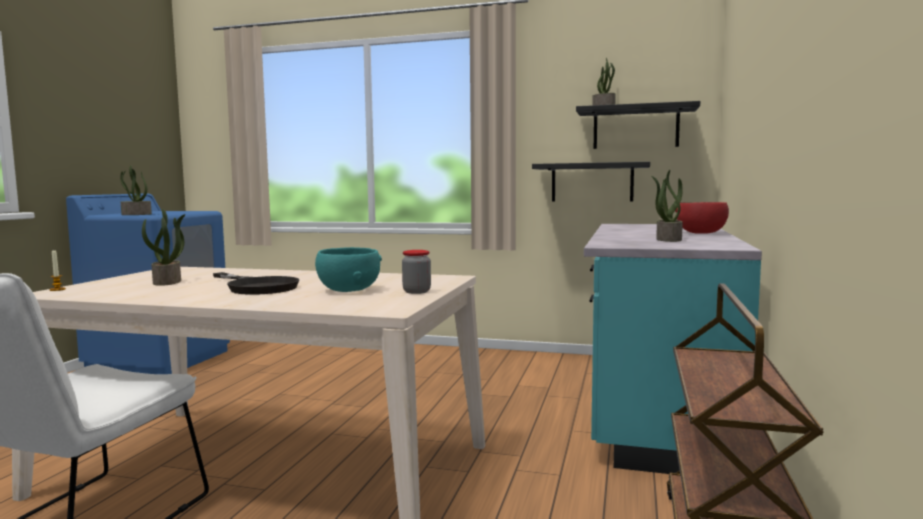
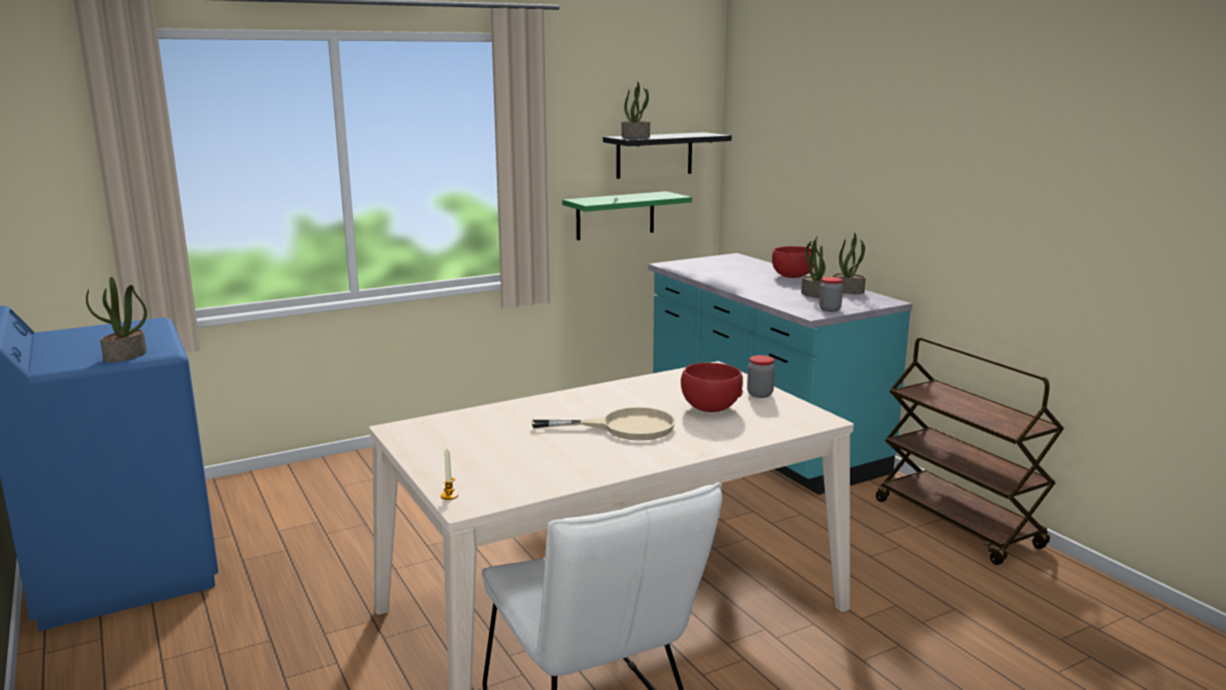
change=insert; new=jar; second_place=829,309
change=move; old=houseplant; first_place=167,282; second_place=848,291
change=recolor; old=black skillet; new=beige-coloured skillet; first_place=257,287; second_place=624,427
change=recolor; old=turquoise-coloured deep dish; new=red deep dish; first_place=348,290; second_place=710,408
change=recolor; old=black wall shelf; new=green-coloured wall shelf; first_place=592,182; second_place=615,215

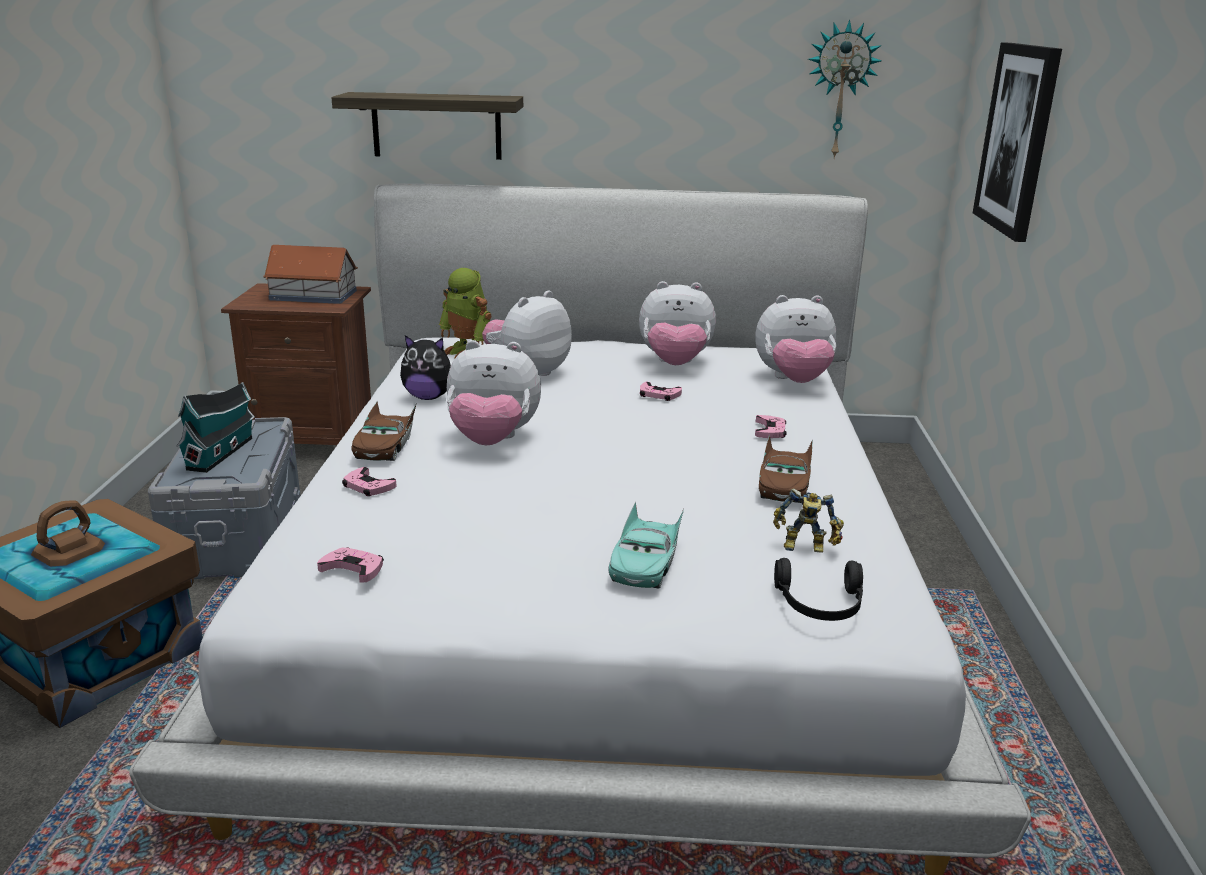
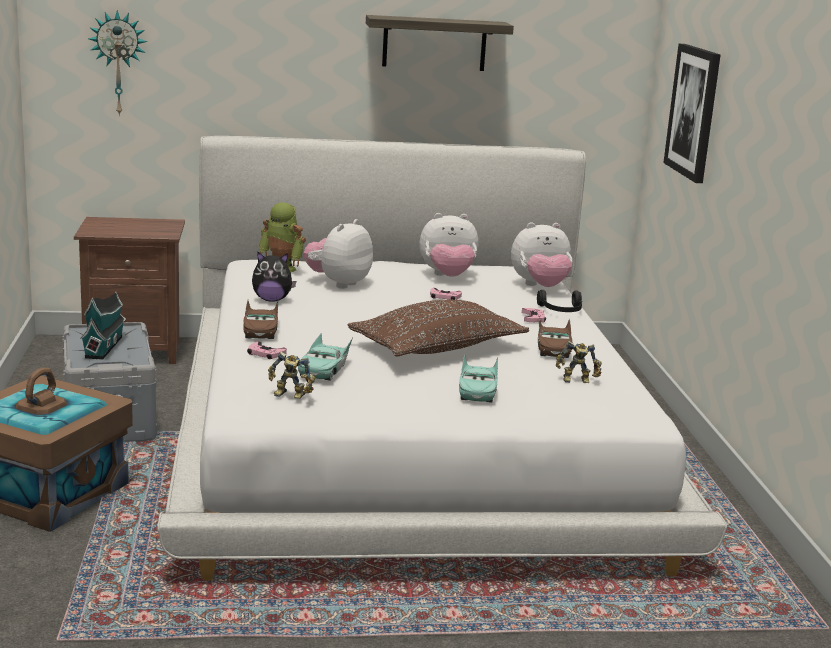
change=delete; old=toy house; first_place=312,295
change=delete; old=cuddly toy; first_place=492,441
change=insert; new=turquoise-coloured miniature car; second_place=324,369
change=insert; new=brown-coloured cushion; second_place=437,348
change=move; old=wall shelf; first_place=436,126; second_place=434,43
change=move; old=black headphones; first_place=820,605; second_place=561,310
change=move; old=hanging clock; first_place=840,90; second_place=118,63
change=replace; old=pink-coloured gamepad; new=toy robot; first_place=353,569; second_place=290,396

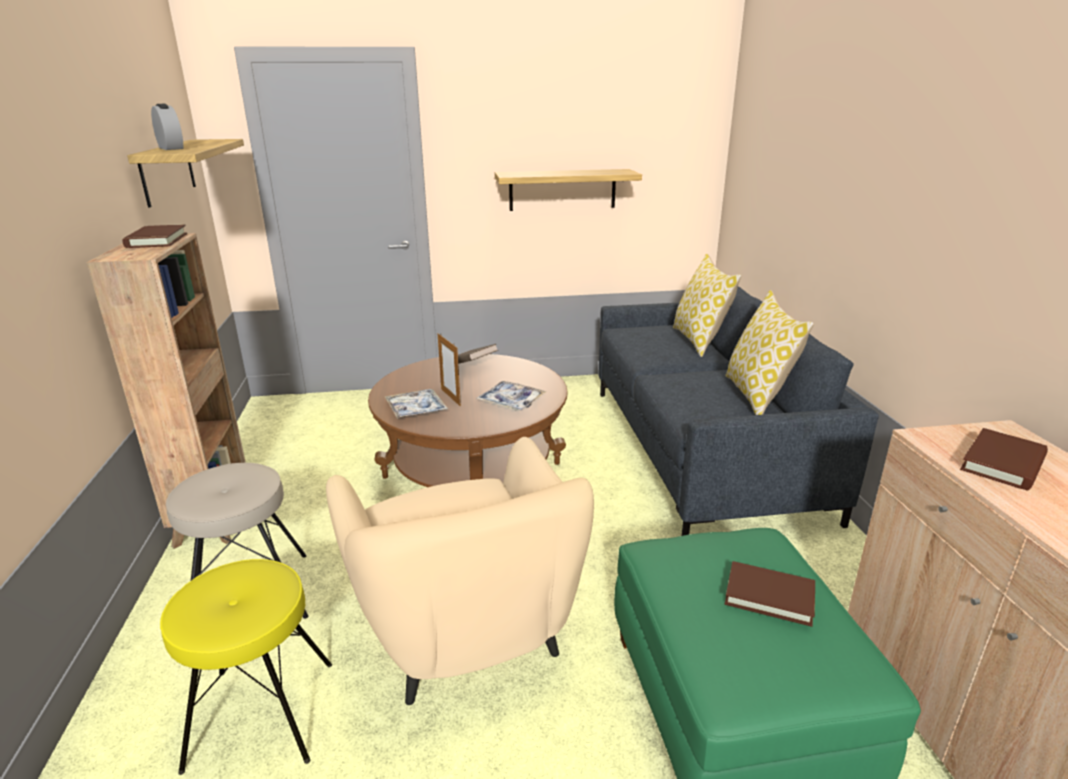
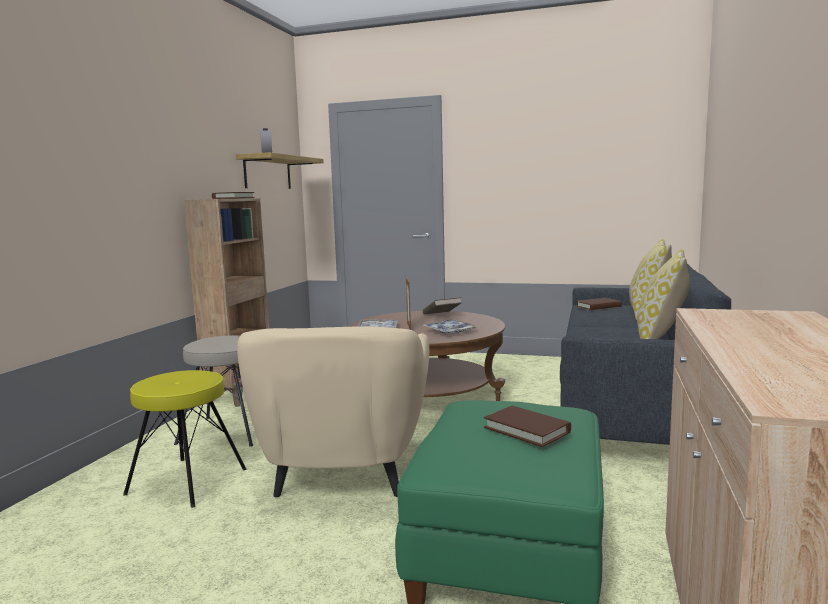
change=delete; old=wall shelf; first_place=562,190
change=move; old=brown-coloured volume; first_place=1003,463; second_place=598,306

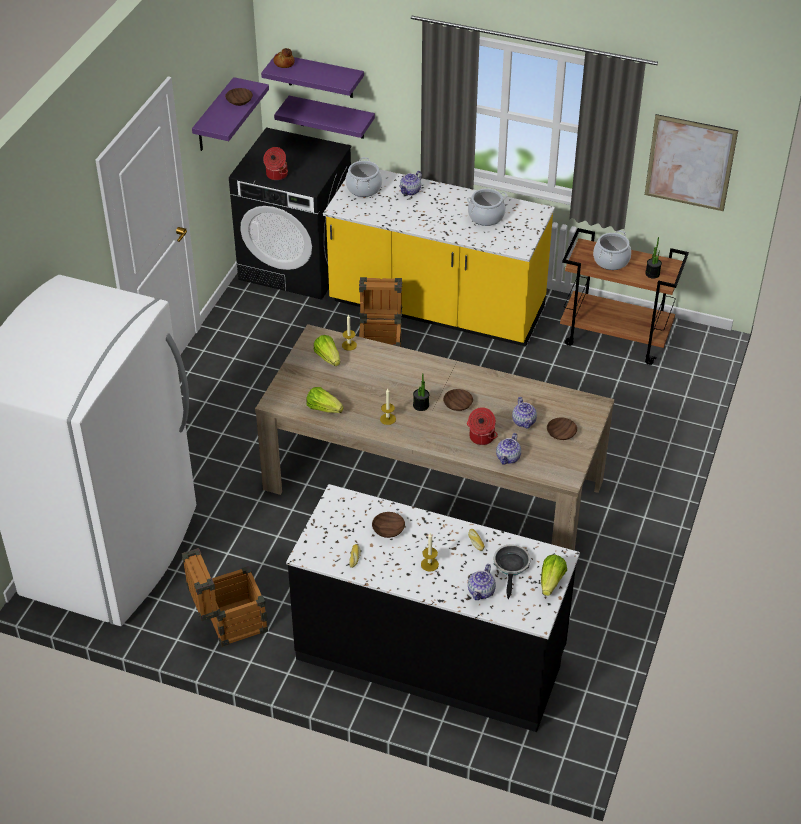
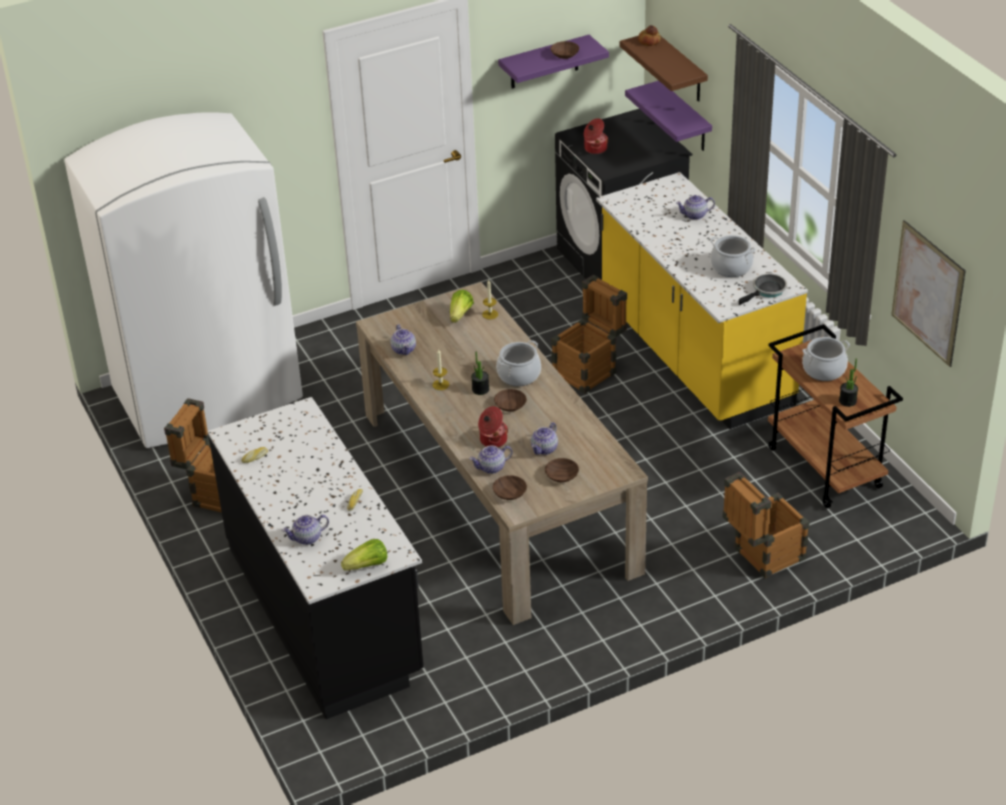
change=delete; old=wax candle; first_place=429,564
change=insert; new=shipping crate; second_place=762,556
change=move; old=saucepot; first_place=363,188; second_place=518,375
change=move; old=brown-coloured deep dish; first_place=389,529; second_place=510,493
change=move; old=skillet; first_place=511,567; second_place=767,291
change=replace; old=head of lettuce; new=tea pot; first_place=323,408; second_place=404,350
change=recolor; old=purplish wall shelf; new=brown-coloured wall shelf; first_place=320,76; second_place=680,68

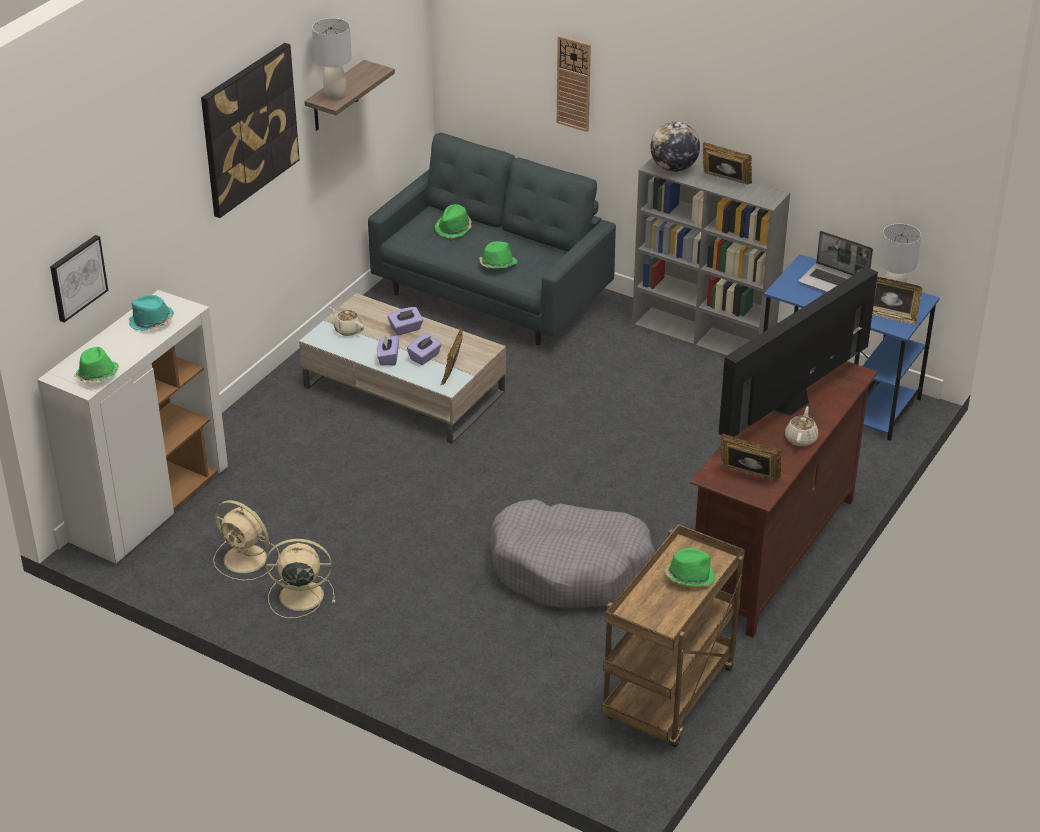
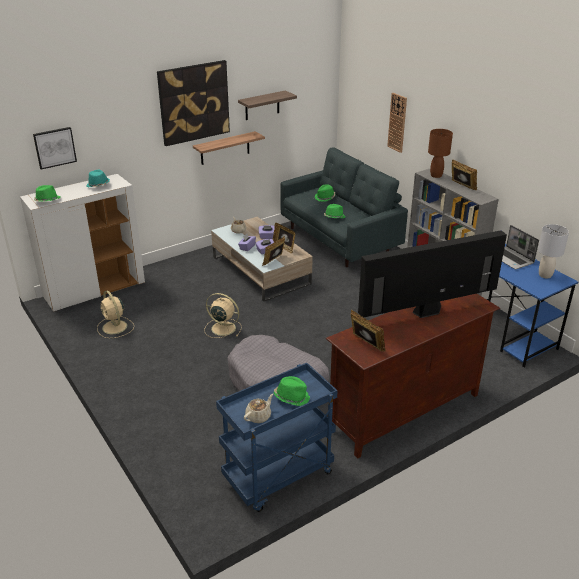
change=delete; old=gray tabletop lamp; first_place=335,96
change=insert; new=wall shelf; second_place=225,148
change=move; old=beige-coloured fan; first_place=299,596; second_place=222,328
change=move; old=beige-coloured tea pot; first_place=801,438; second_place=258,416
change=move; old=photo frame; first_place=890,316; second_place=284,247
change=replace; old=desk globe; new=brown-coloured tabletop lamp; first_place=674,168; second_place=436,175
change=recolor; old=brown-coloured trolley; new=blue-coloured trolley; first_place=669,697; second_place=278,478

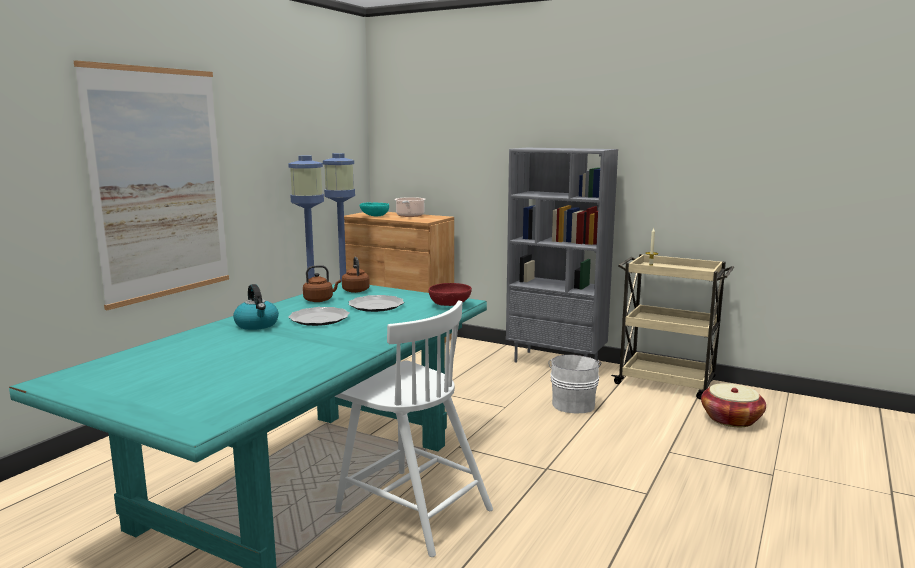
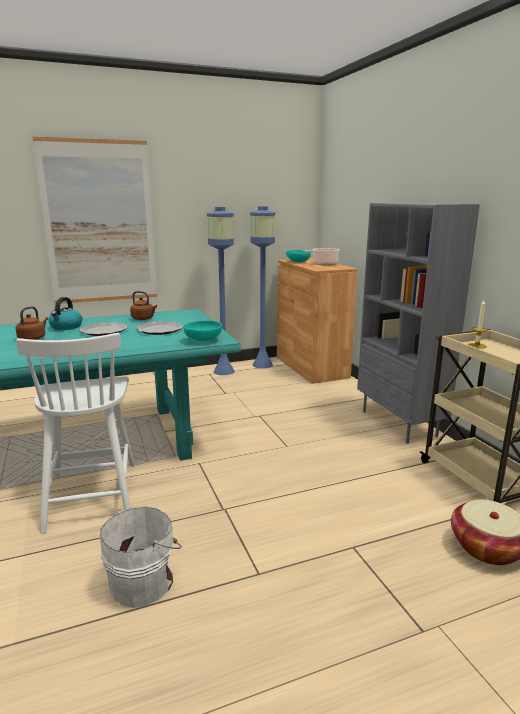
change=move; old=brown-coloured tea kettle; first_place=355,290; second_place=33,338
change=move; old=whitish pail; first_place=573,404; second_place=144,581
change=recolor; old=red deep dish; new=turquoise-coloured deep dish; first_place=450,305; second_place=203,340

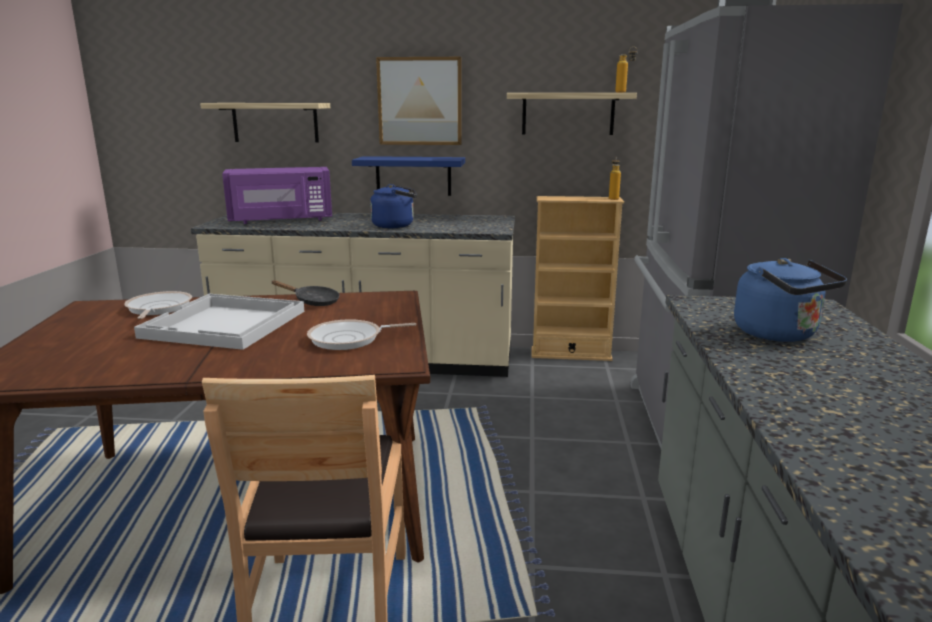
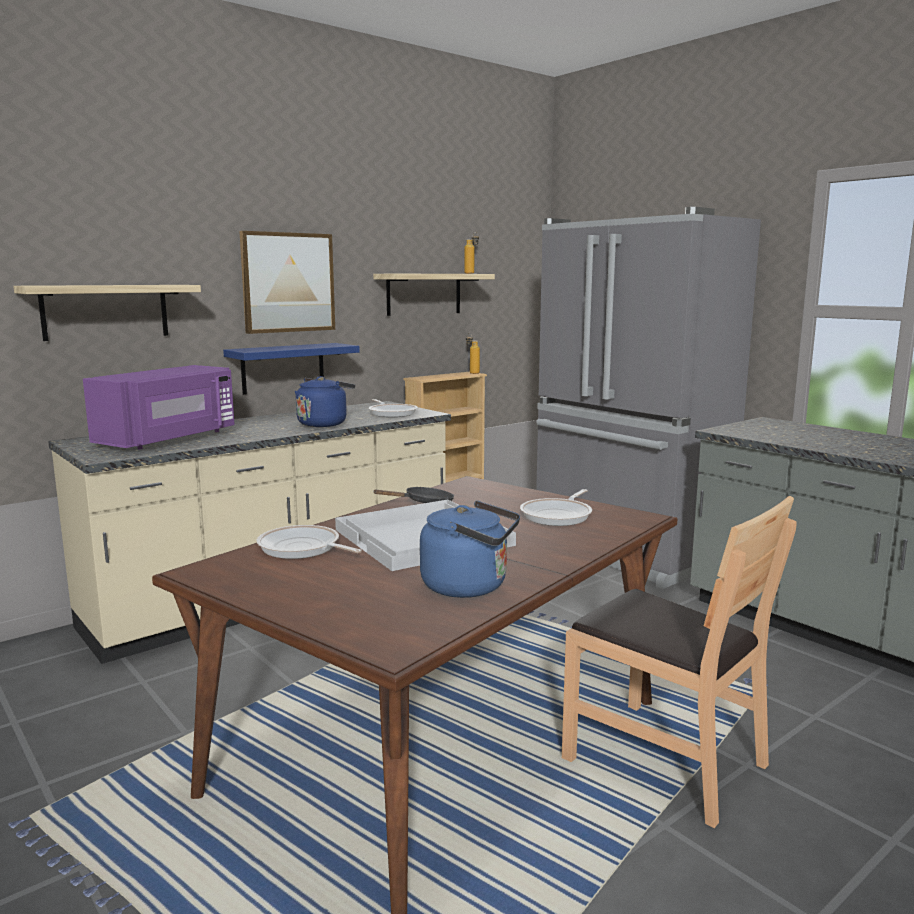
change=insert; new=skillet; second_place=392,413
change=move; old=blue-coloured tea kettle; first_place=779,334; second_place=470,586

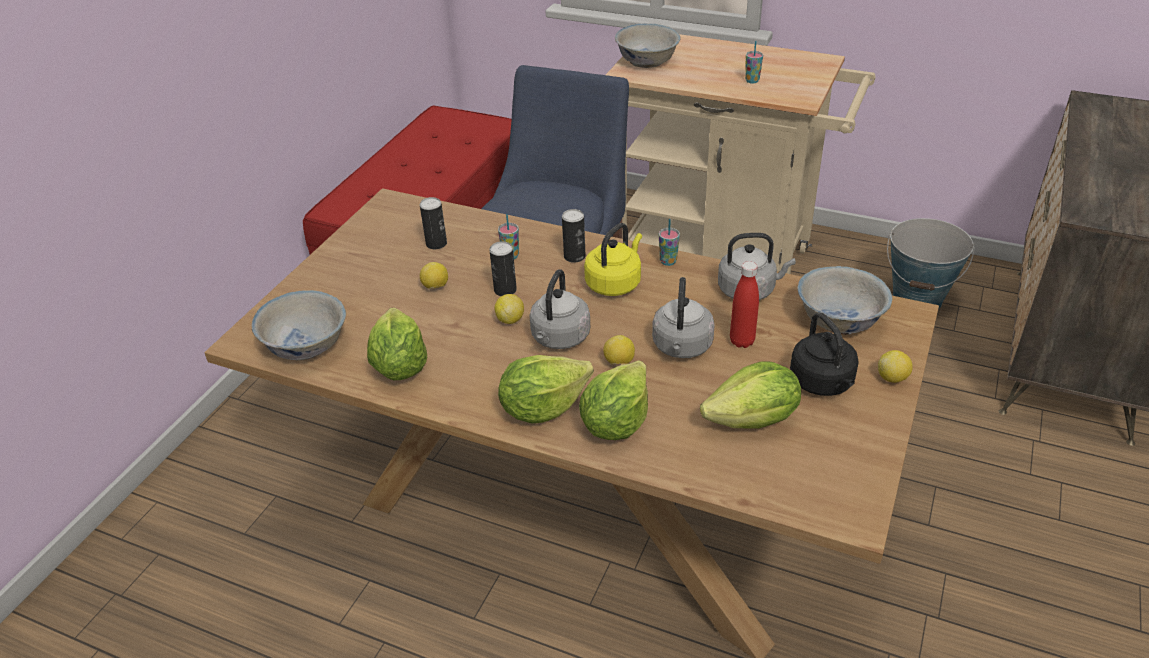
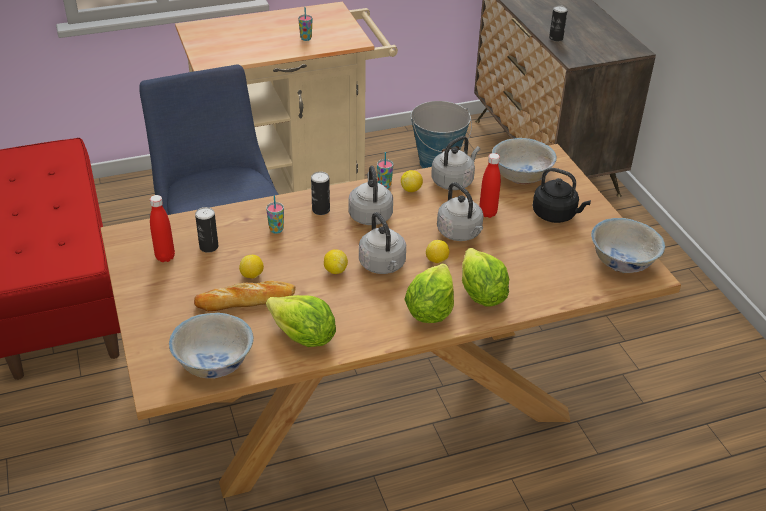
change=delete; old=head of lettuce; first_place=753,421
change=insert; new=red drink bottle; second_place=165,257
change=insert; new=bread; second_place=246,300
change=move; old=metal can; first_place=505,290; second_place=556,38
change=move; old=whitish deep dish; first_place=646,61; second_place=622,261
change=move; old=whole lemon; first_place=892,378; second_place=411,189
change=recolor; old=yellow-coloured tea kettle; new=gray tea kettle; first_place=615,283; second_place=370,214

